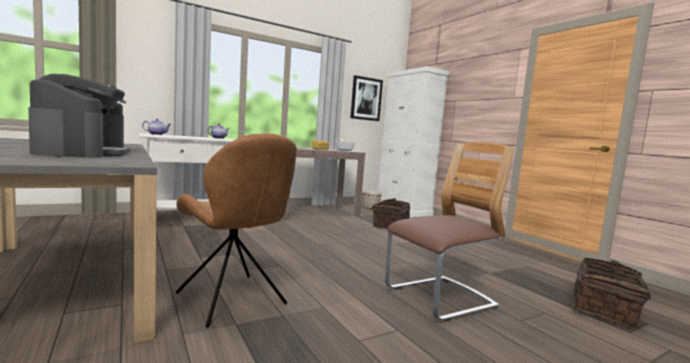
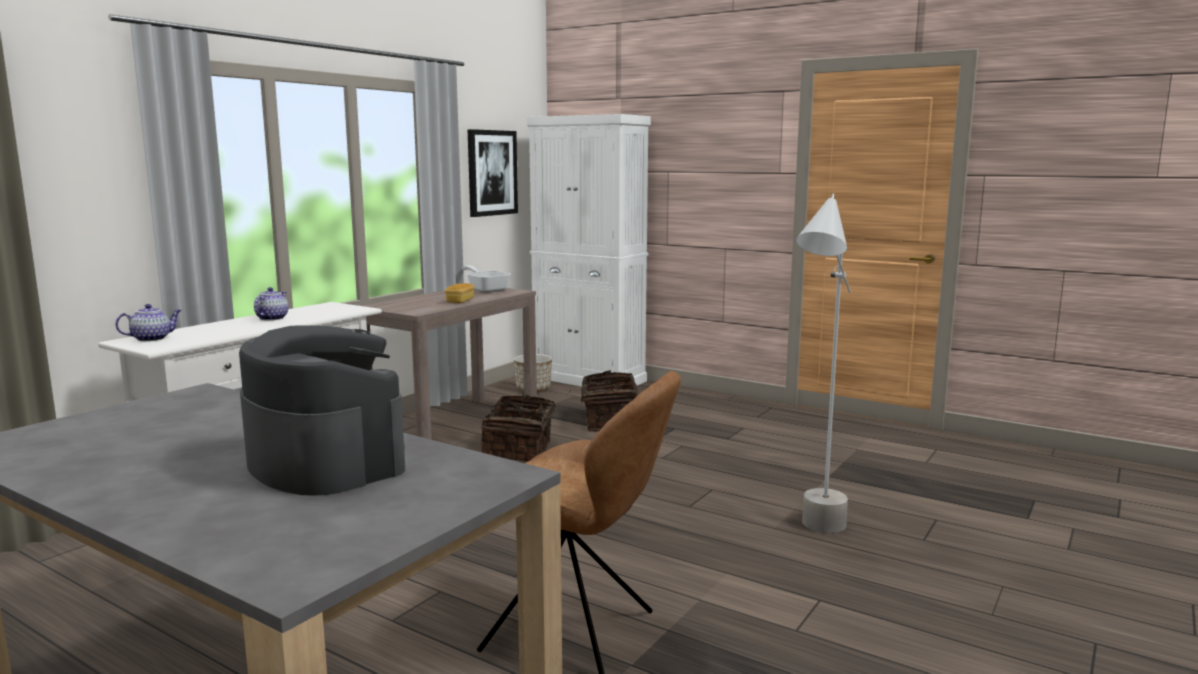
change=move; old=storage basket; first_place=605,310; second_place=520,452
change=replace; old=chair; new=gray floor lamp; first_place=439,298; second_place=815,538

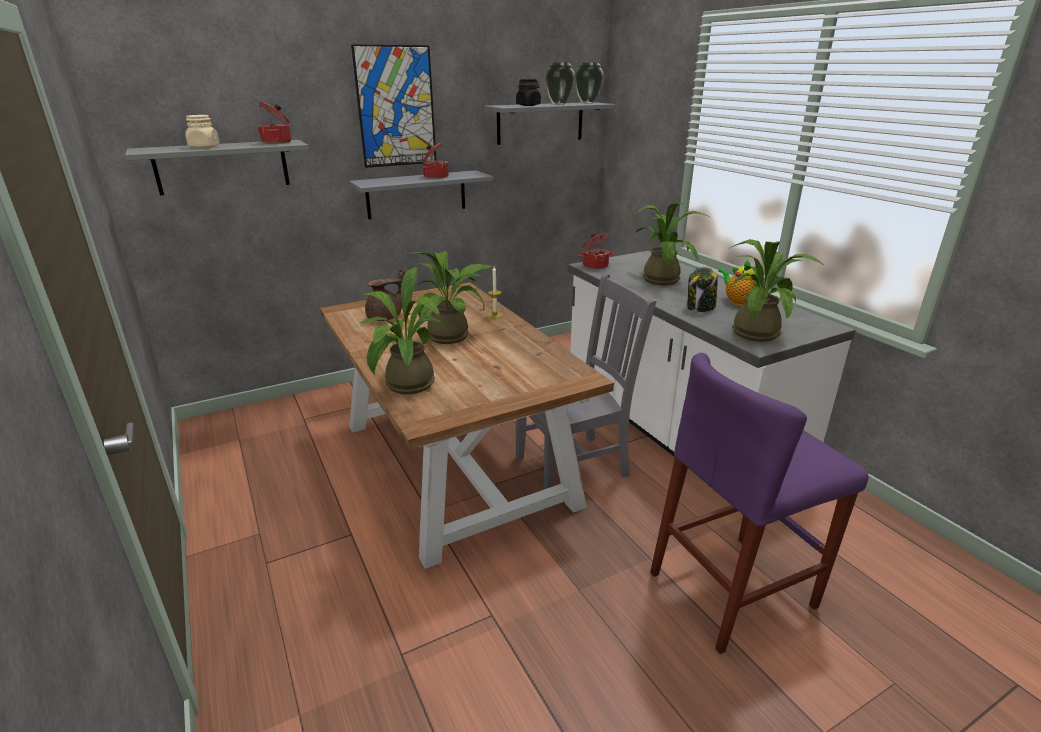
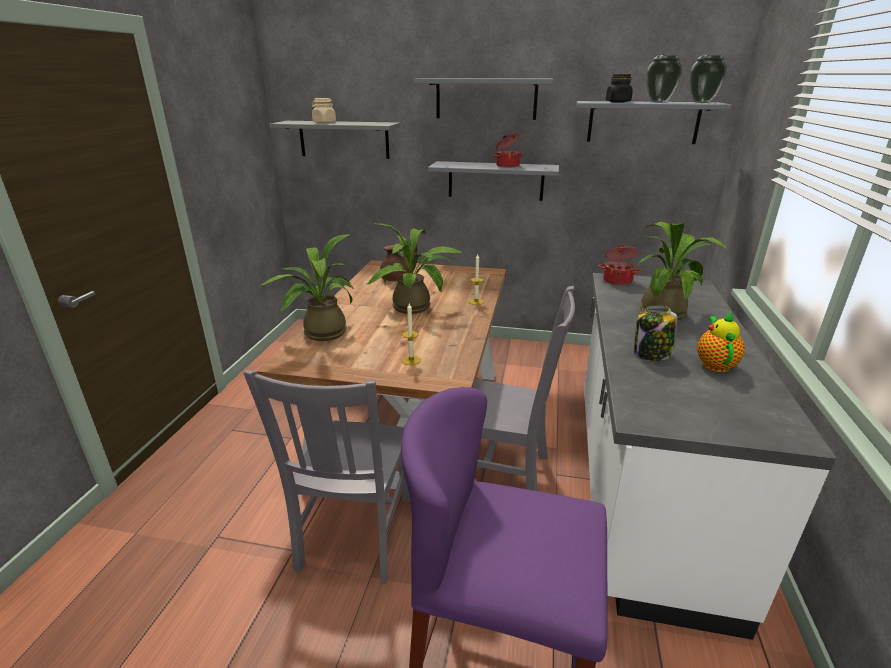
change=delete; old=saucepot; first_place=277,142
change=delete; old=houseplant; first_place=757,332
change=insert; new=gray chair; second_place=355,535
change=insert; new=wax candle; second_place=411,360
change=replace; old=wall picture; new=gray wall shelf; first_place=396,107; second_place=486,99

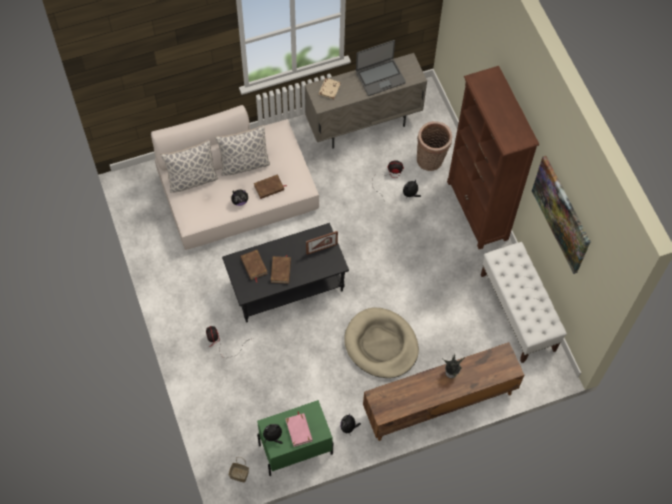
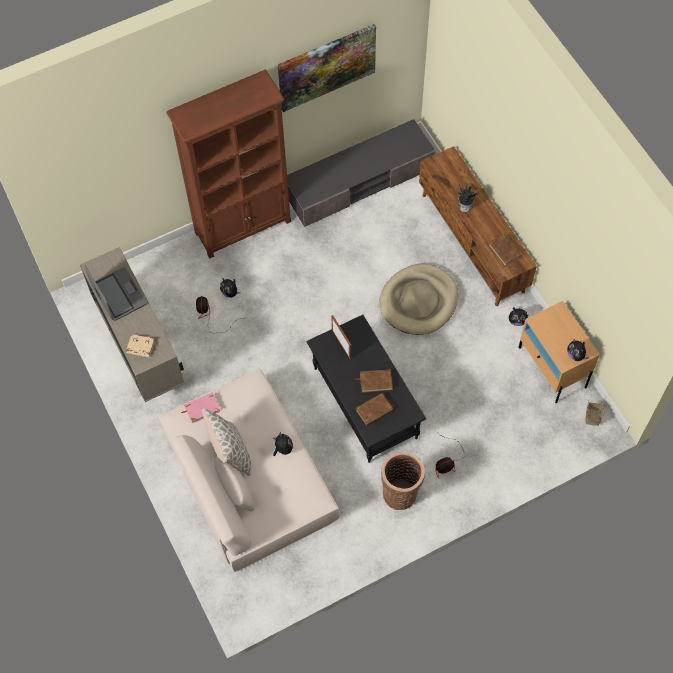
change=delete; old=cushion; first_place=192,179
change=move; old=brown-coloured volume; first_place=269,188; second_place=504,251
change=move; old=pink-coloured volume; first_place=299,430; second_place=202,408
change=move; old=storage basket; first_place=431,160; second_place=400,492
change=replace; old=whitish bench; new=gray tv unit; first_place=518,312; second_place=359,182
change=recolor; old=green-coloured nightstand; new=beige-coloured nightstand; first_place=295,449; second_place=552,367

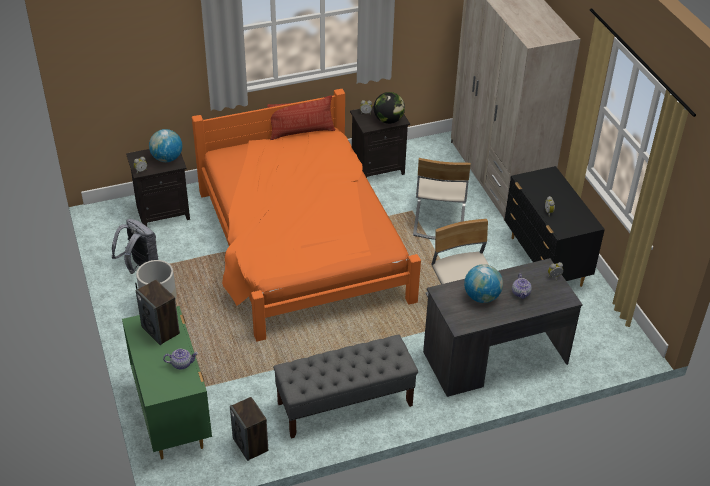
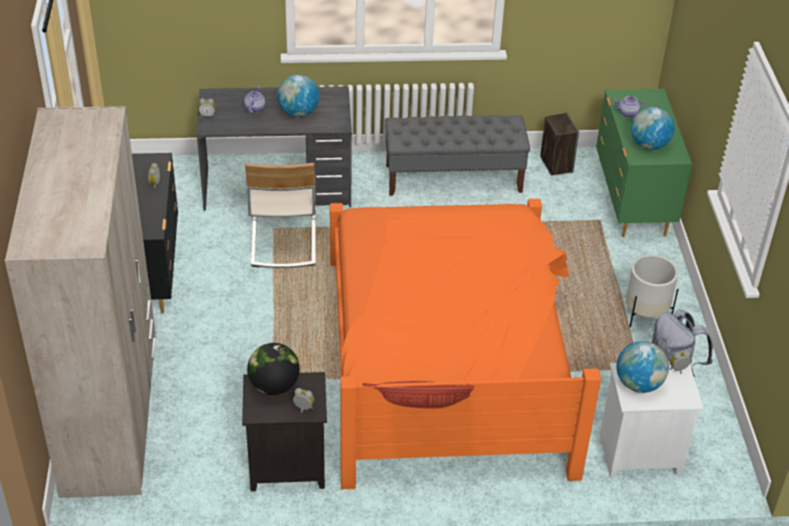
change=delete; old=beige-coloured chair; first_place=438,220
change=replace; old=audio speaker; new=desk globe; first_place=161,330; second_place=649,145
change=recolor; old=black nightstand; new=whitish nightstand; first_place=163,212; second_place=639,455

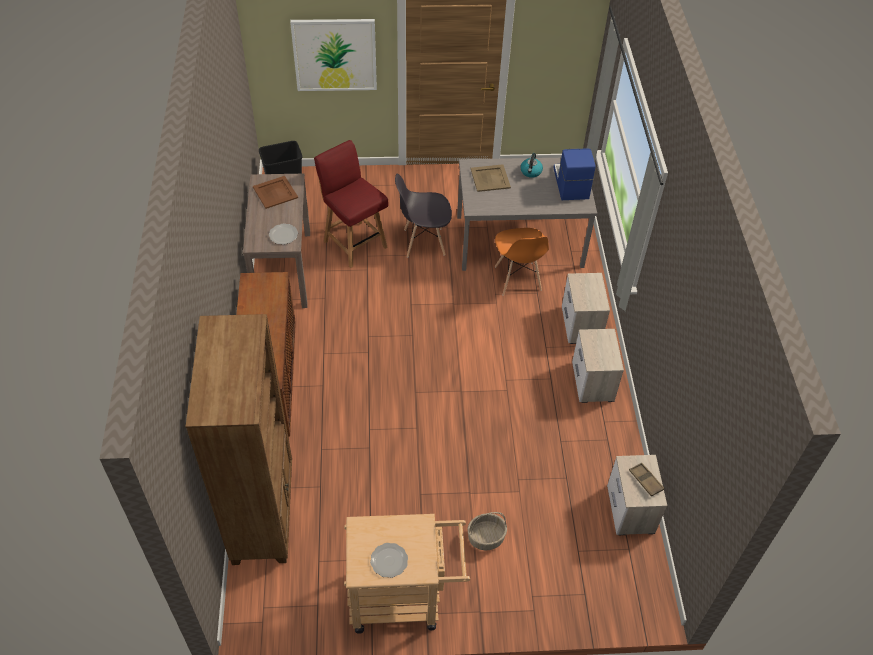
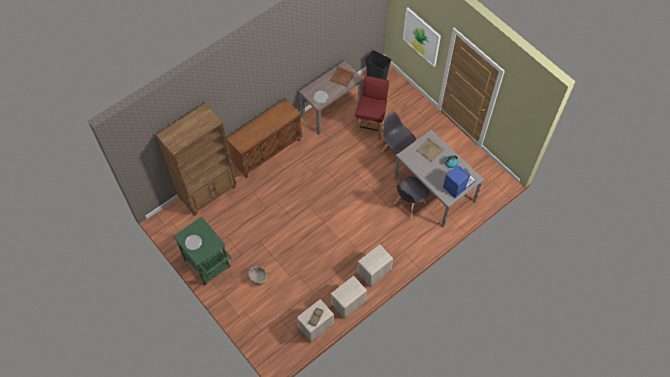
change=move; old=nightstand; first_place=581,325; second_place=348,303
change=recolor; old=beige-coloured trolley; new=green-coloured trolley; first_place=404,598; second_place=209,266
change=recolor; old=orange-coloured chair; new=gray chair; first_place=518,279; second_place=409,204

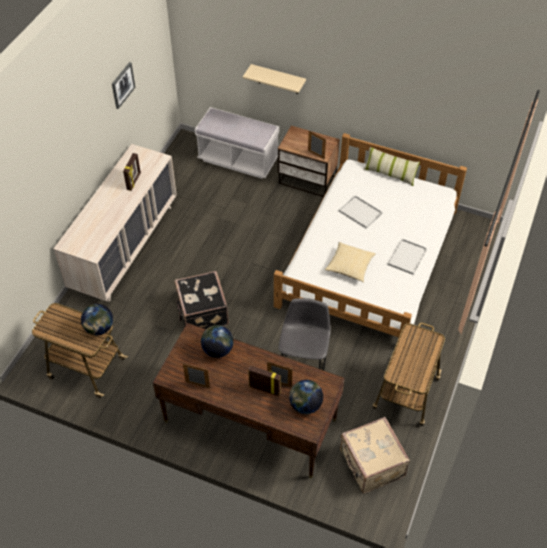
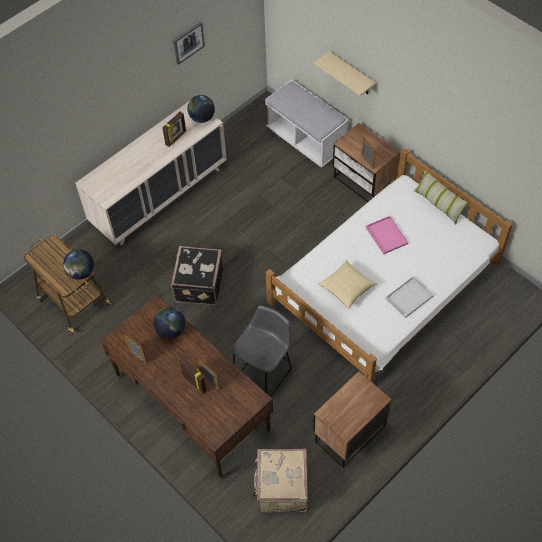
change=move; old=desk globe; first_place=305,405; second_place=202,118
change=replace; old=trolley; new=nightstand; first_place=405,394; second_place=349,433
change=recolor; old=whitish tray; new=pink-coloured tray; first_place=359,212; second_place=385,235

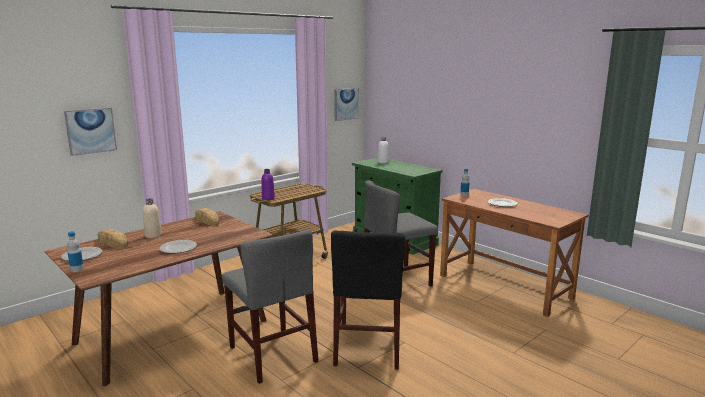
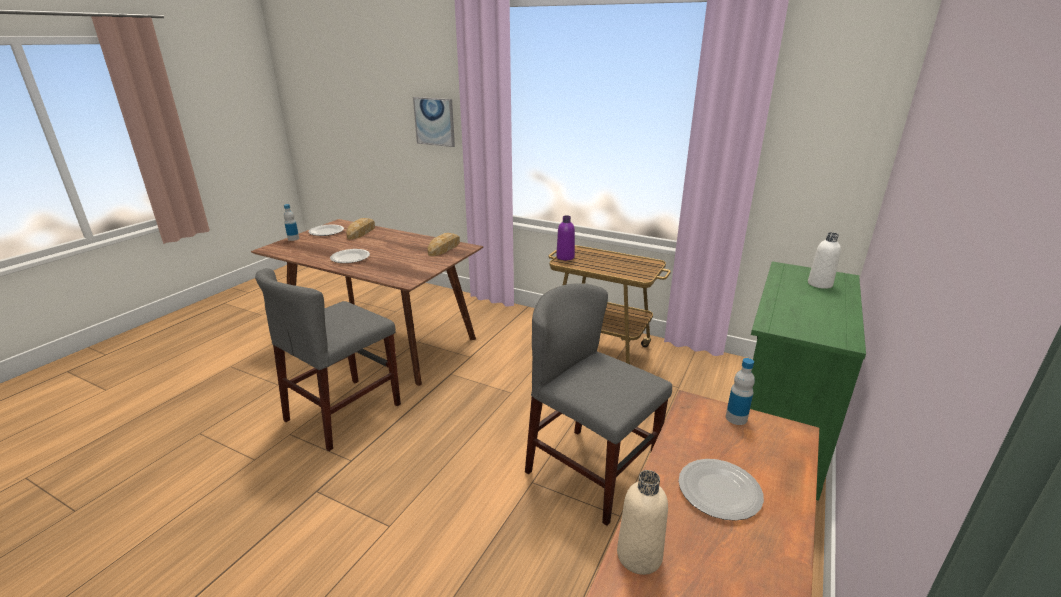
change=delete; old=black chair; first_place=368,347
change=delete; old=wall picture; first_place=346,104
change=move; old=beige-coloured drink bottle; first_place=153,235; second_place=639,555

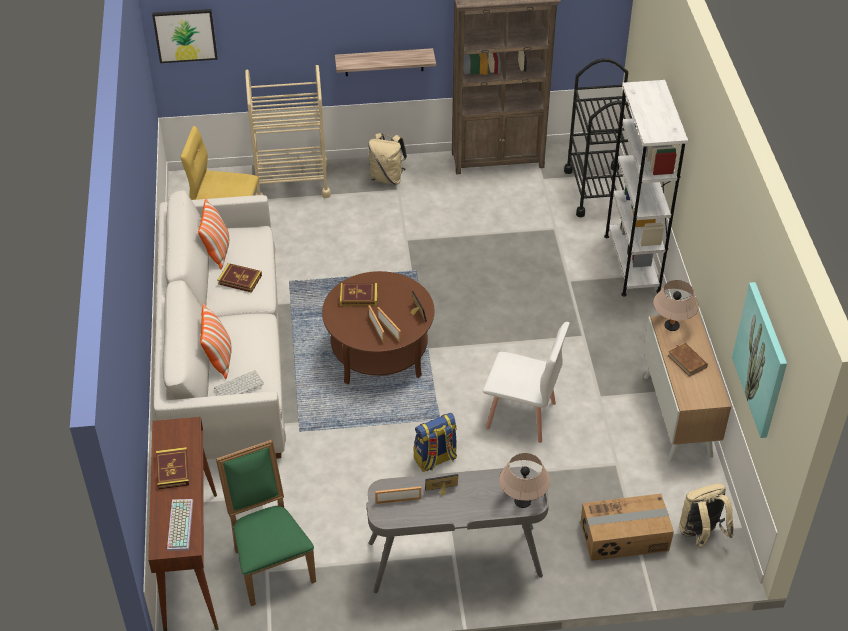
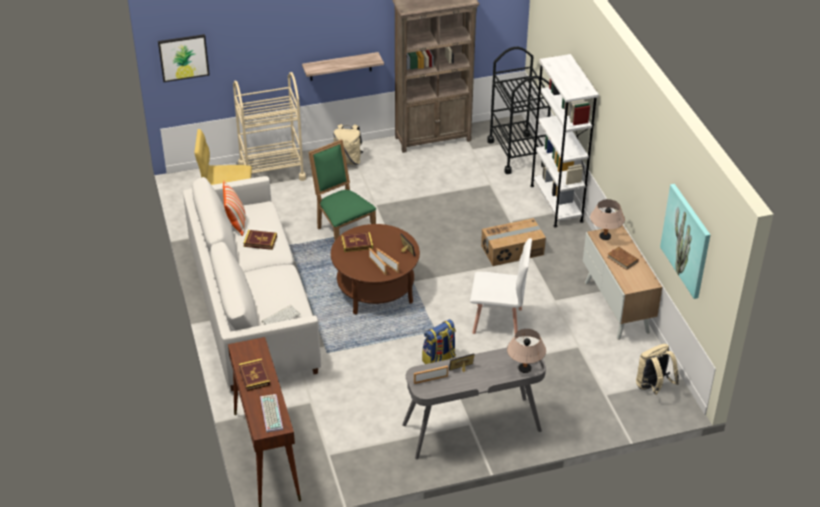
change=delete; old=cushion; first_place=219,359
change=move; old=green-coloured chair; first_place=270,563; second_place=343,232
change=move; old=carton; first_place=624,537; second_place=512,250

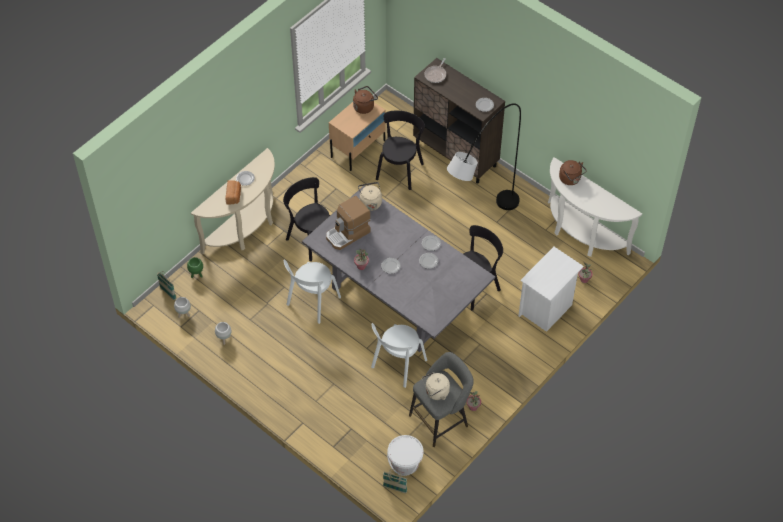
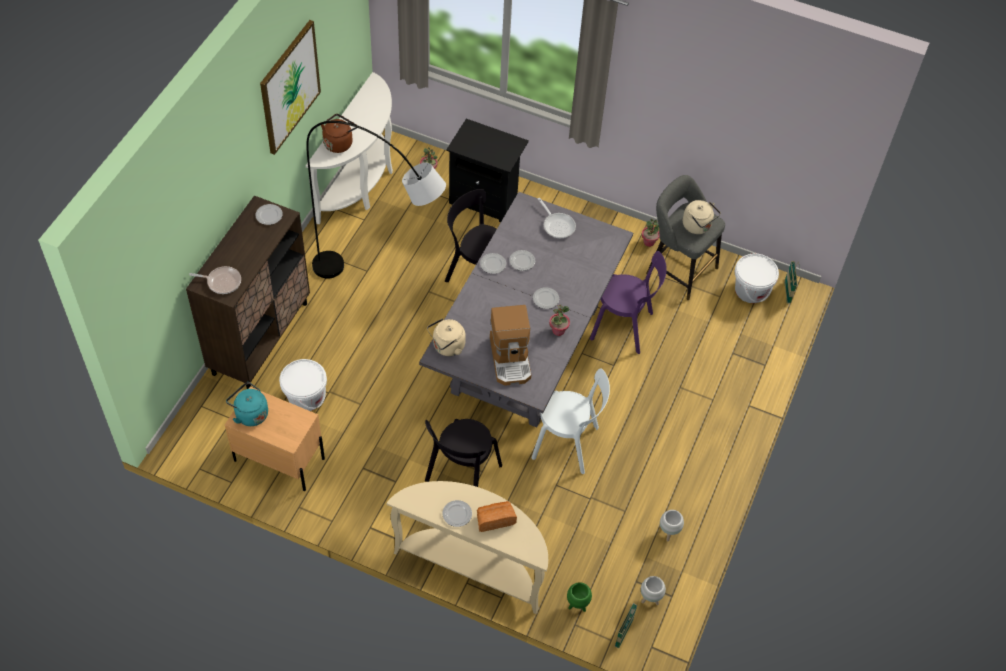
change=insert; new=wall picture; second_place=289,87
change=insert; new=skillet; second_place=557,225
change=replace; old=black chair; new=whitish pail; first_place=400,169; second_place=305,397
change=recolor; old=brown-coloured tea kettle; new=turquoise-coloured tea kettle; first_place=364,106; second_place=250,414
change=recolor; old=whitish chair; new=purplish chair; first_place=397,365; second_place=625,327
change=recolor; old=whitish nightstand; new=black nightstand; first_place=546,310; second_place=486,199
change=rotate; old=coffee maker; first_place=348,234; second_place=511,359; degrees=45

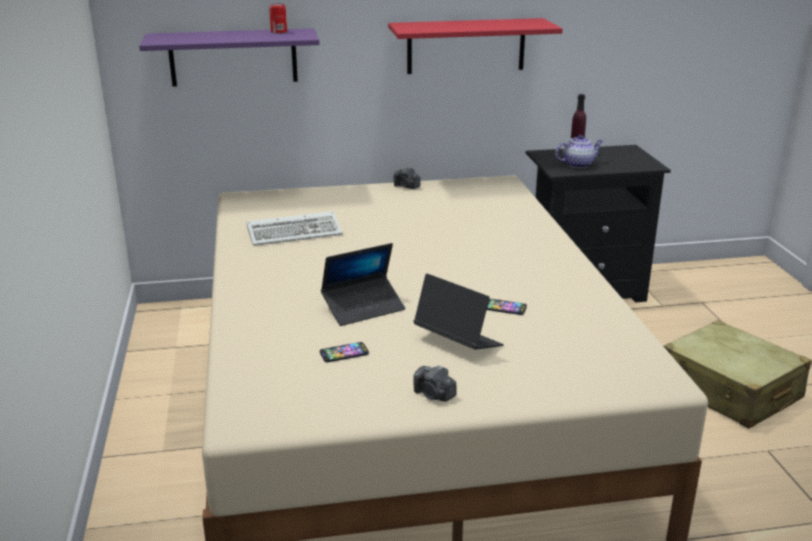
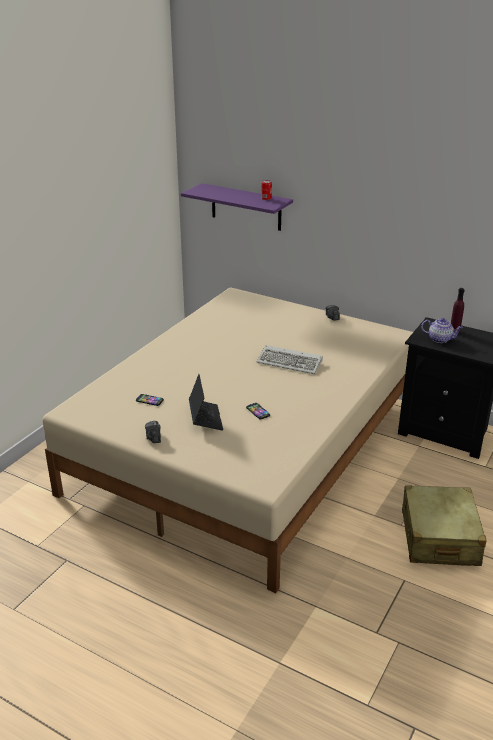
change=delete; old=laptop; first_place=363,308
change=delete; old=red wall shelf; first_place=466,46
change=move; old=computer keyboard; first_place=296,232; second_place=291,362

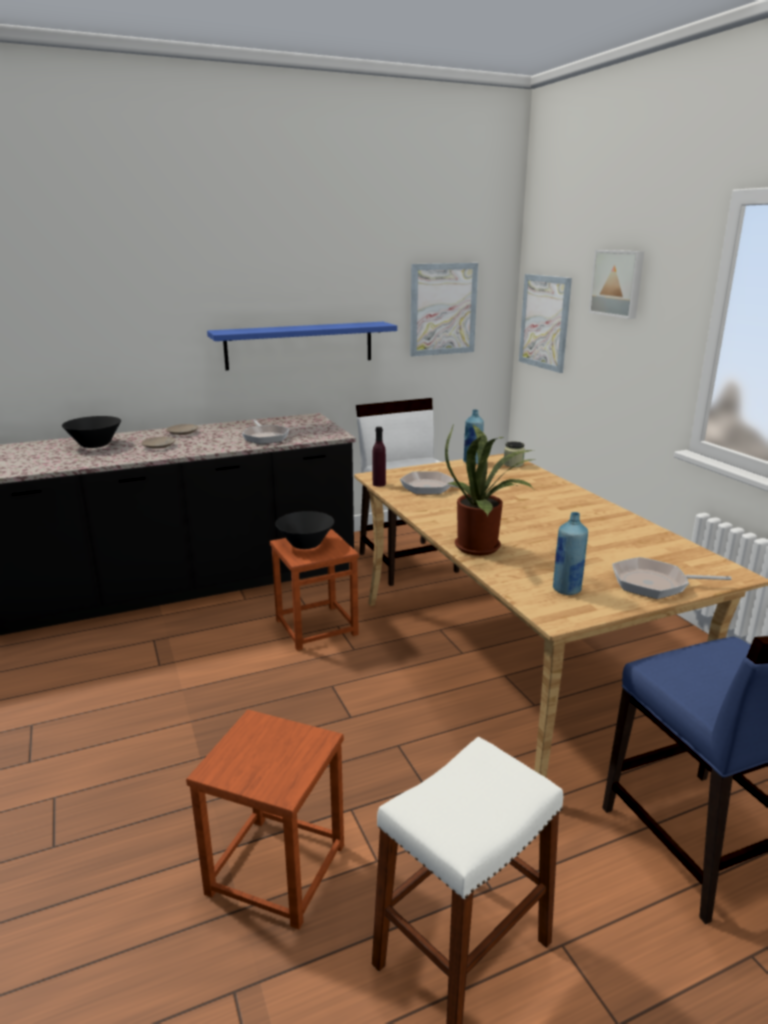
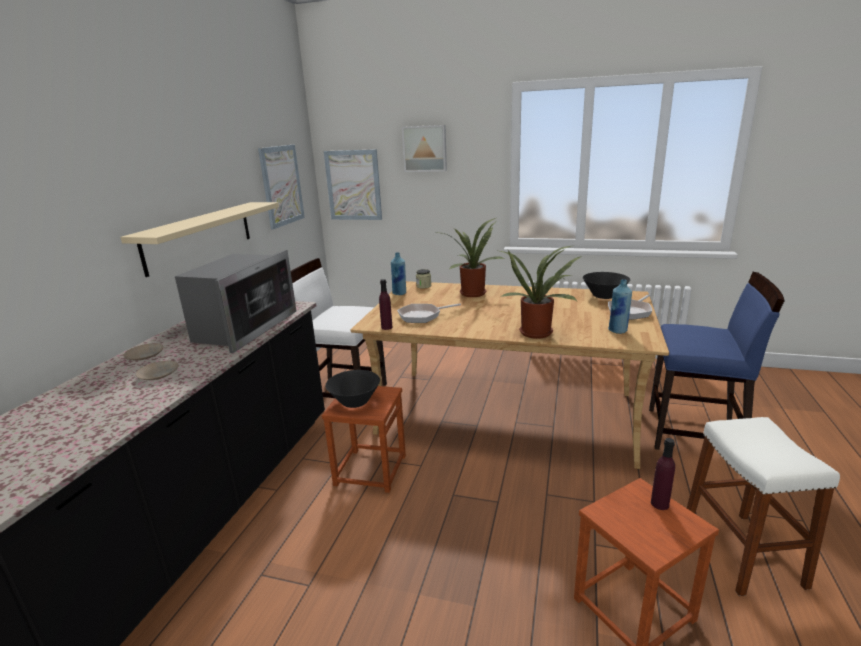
change=insert; new=houseplant; second_place=472,292
change=insert; new=purplish drink bottle; second_place=659,504
change=move; old=black deep dish; first_place=95,445; second_place=604,296
change=replace; old=skillet; new=microwave; first_place=265,437; second_place=244,328
change=recolor; old=blue-coloured wall shelf; new=beige-coloured wall shelf; first_place=300,345; second_place=199,236

